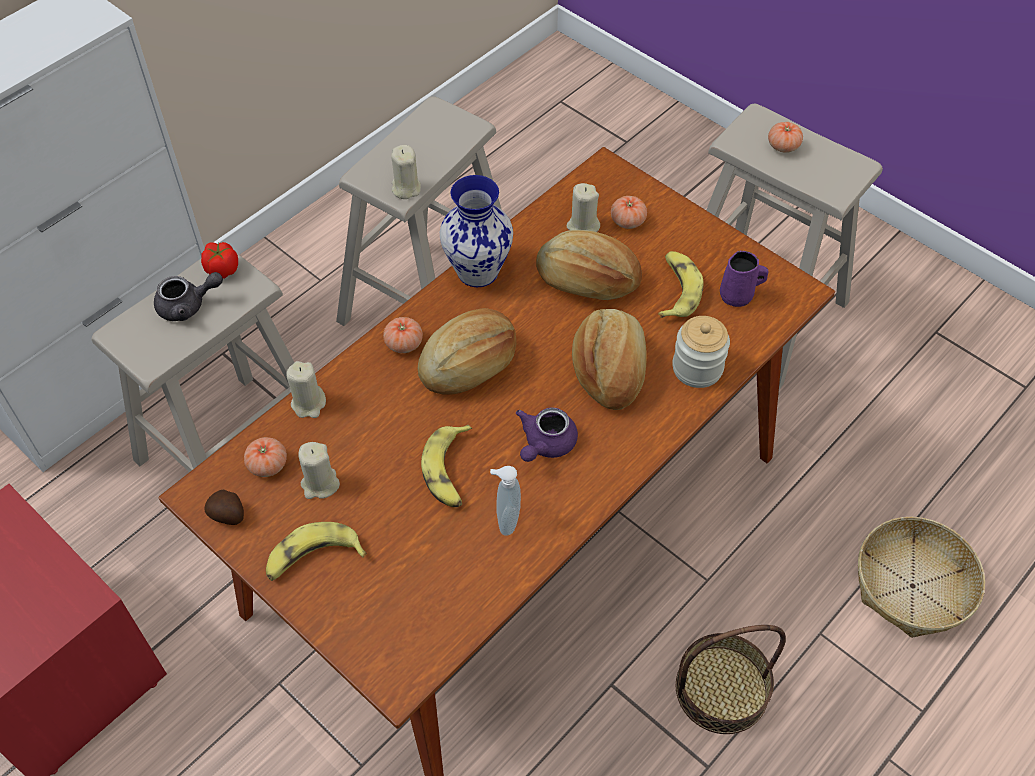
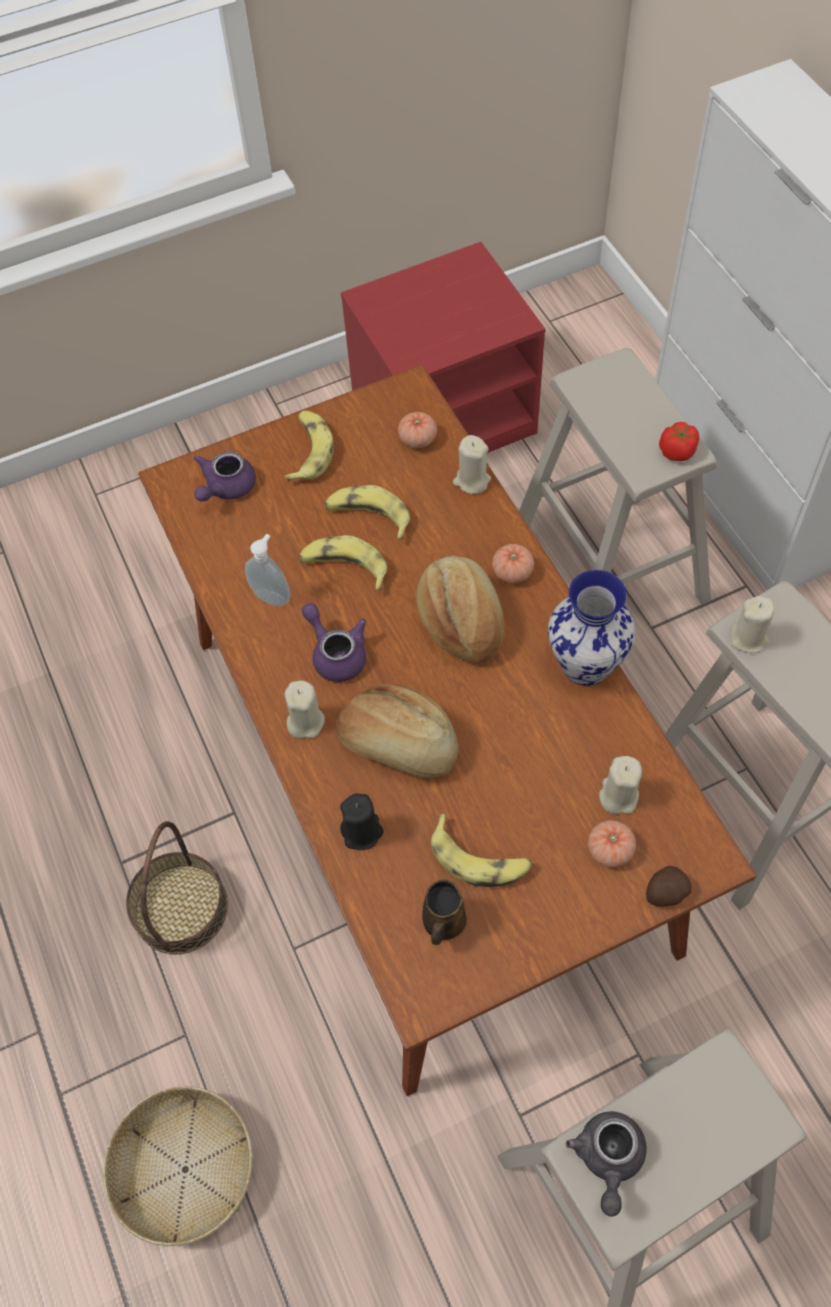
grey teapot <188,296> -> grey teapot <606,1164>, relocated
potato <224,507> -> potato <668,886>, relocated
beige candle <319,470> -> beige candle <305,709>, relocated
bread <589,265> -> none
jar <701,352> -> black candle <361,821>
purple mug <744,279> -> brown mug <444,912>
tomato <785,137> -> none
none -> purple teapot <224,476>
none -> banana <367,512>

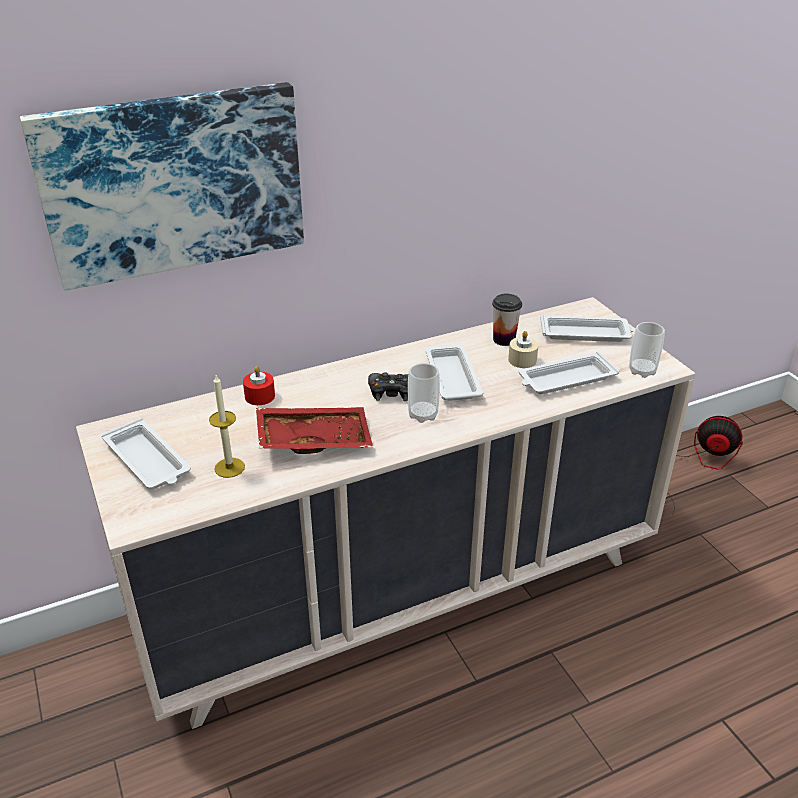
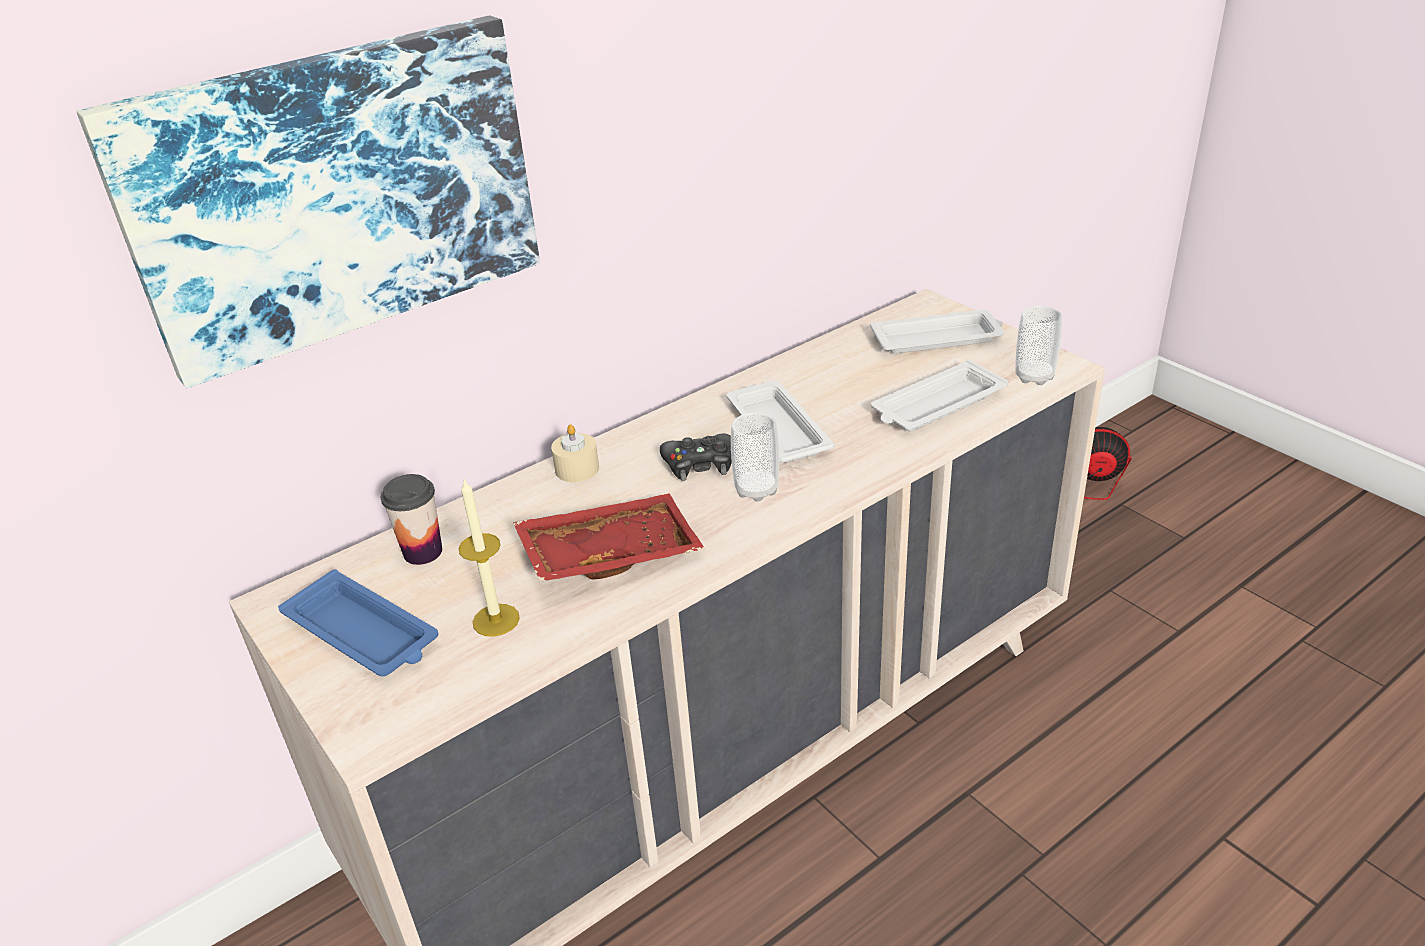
white tray <146,453> -> blue tray <358,622>
red candle <259,385> -> none
cup <507,320> -> cup <411,519>, relocated
beige candle <523,349> -> beige candle <575,453>, relocated

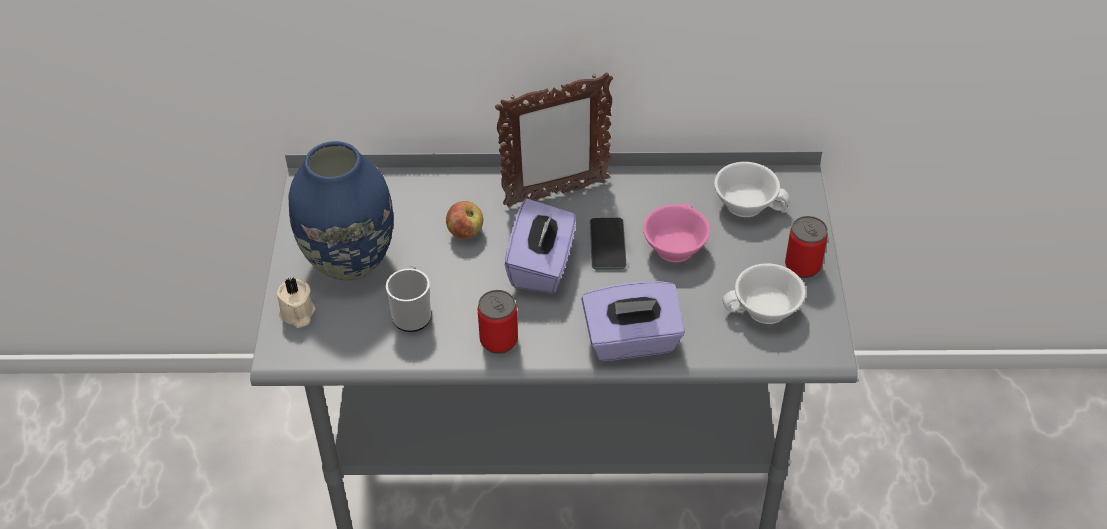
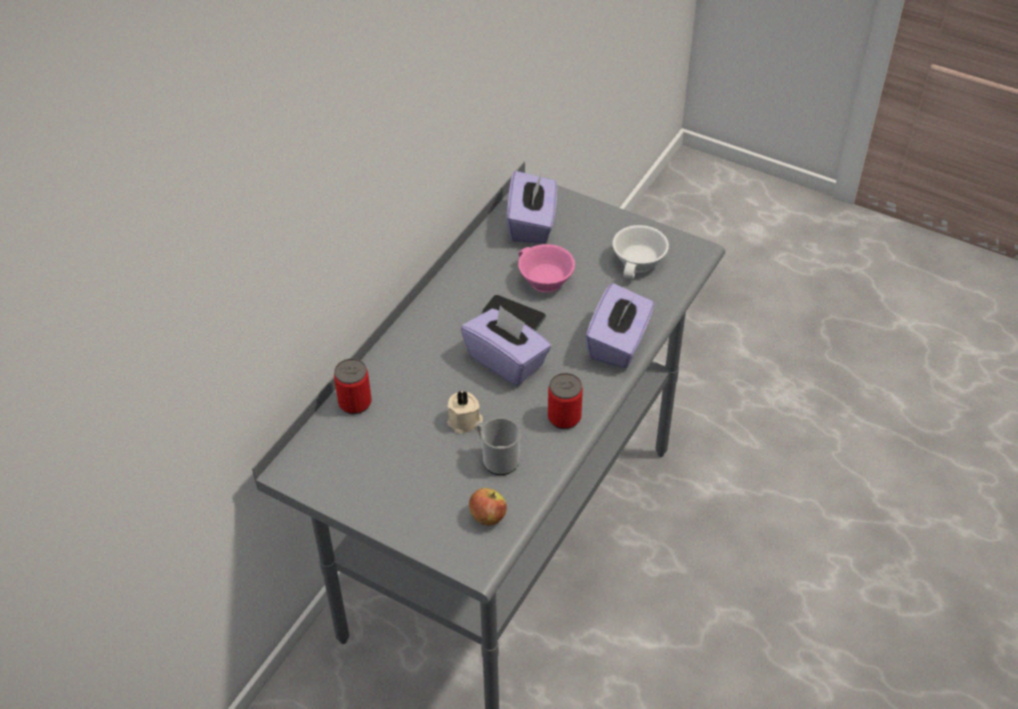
beige candle <296,302> -> beige candle <465,412>, relocated
blue vase <341,211> -> none
apple <464,220> -> apple <488,507>, relocated
picture frame <554,139> -> none
white cup <751,189> -> purple tissue box <532,207>
can <806,247> -> can <352,386>, relocated

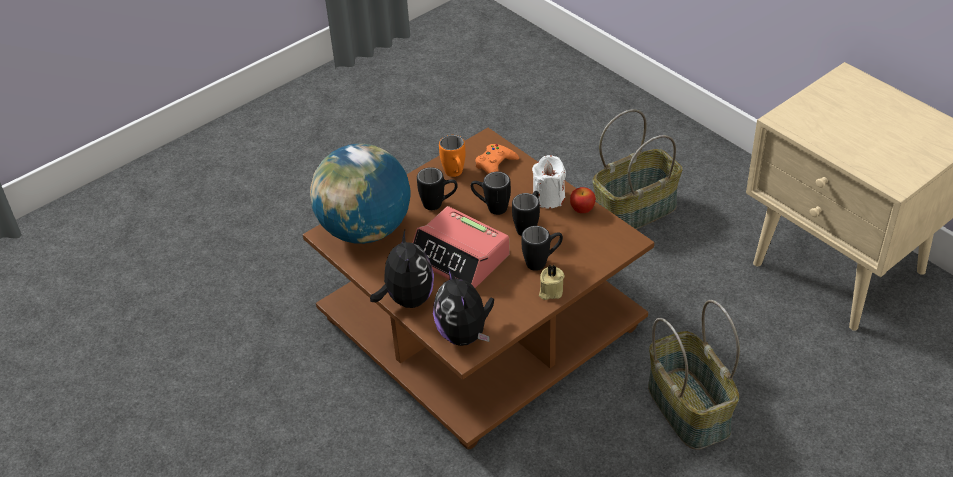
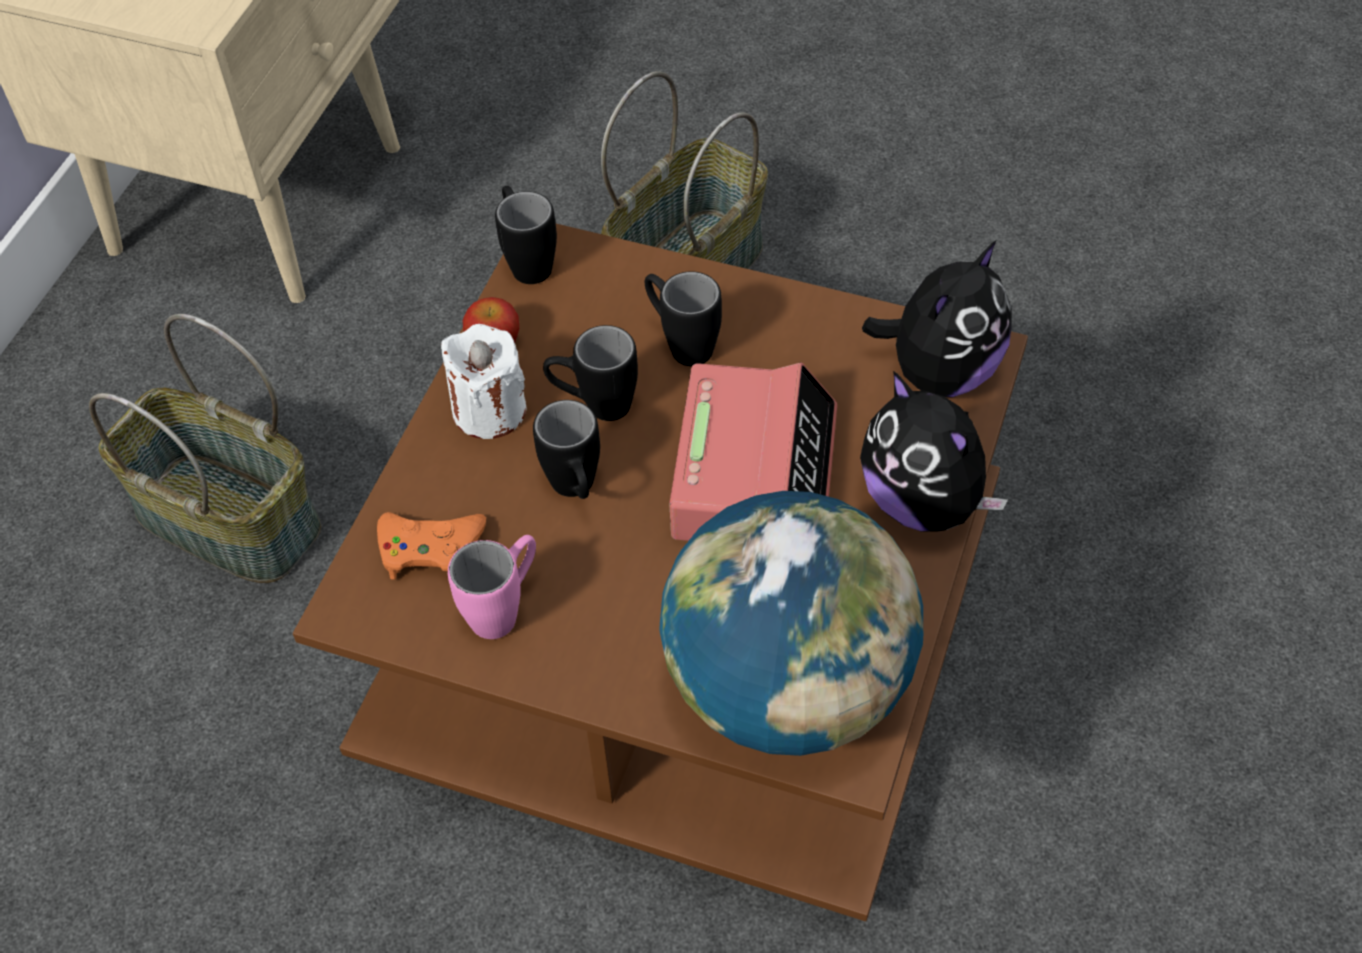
plush toy <402,269> -> plush toy <934,451>, 90 degrees counterclockwise
black mug <437,188> -> black mug <526,235>, relocated
orange mug <452,156> -> pink mug <492,587>
beige candle <551,282> -> none

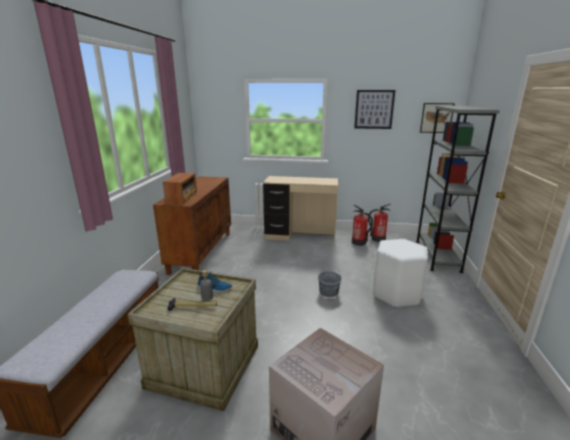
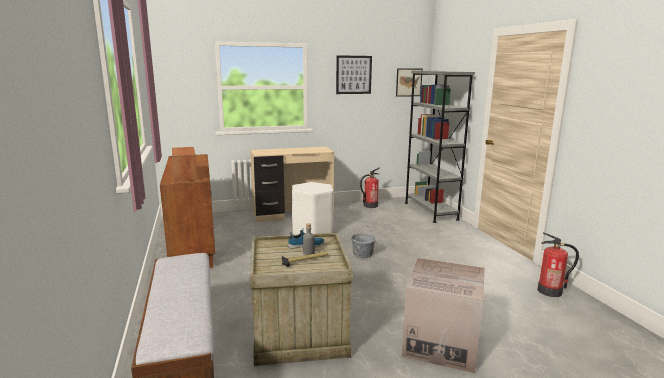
fire extinguisher <362,225> -> fire extinguisher <558,265>, relocated
white stool <400,273> -> white stool <312,208>, relocated

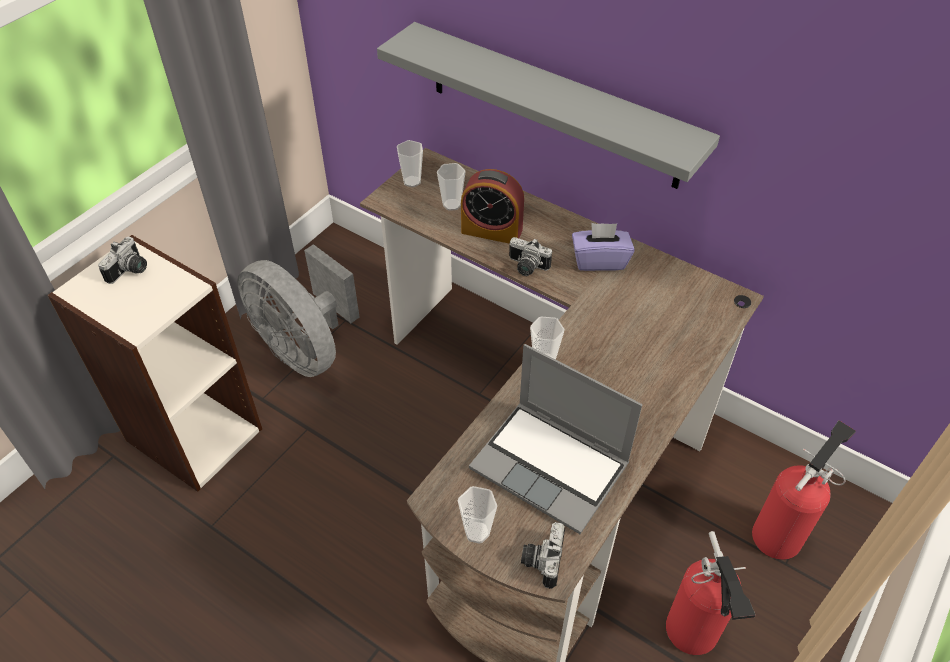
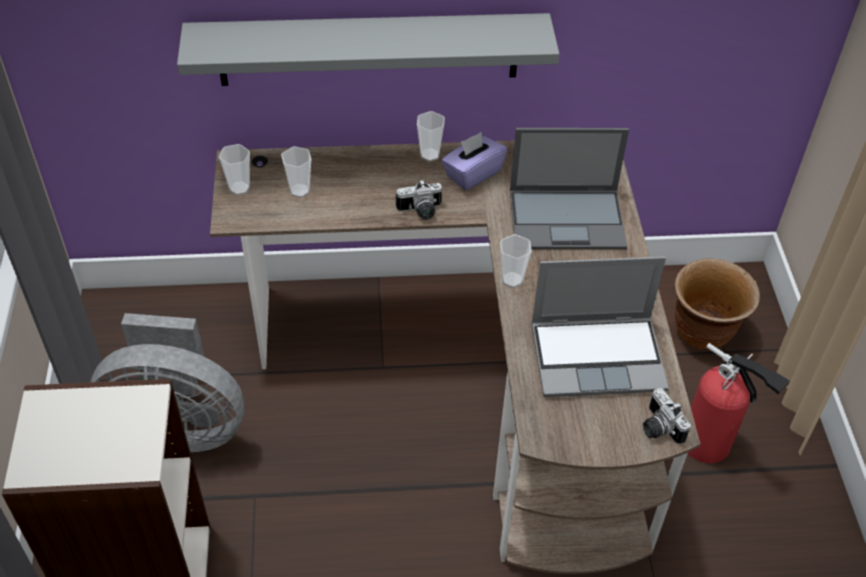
photo camera <122,260> -> none
cup <477,515> -> cup <431,136>, relocated
alarm clock <492,206> -> none
fire extinguisher <804,490> -> brown planter <717,303>
none -> laptop <569,188>

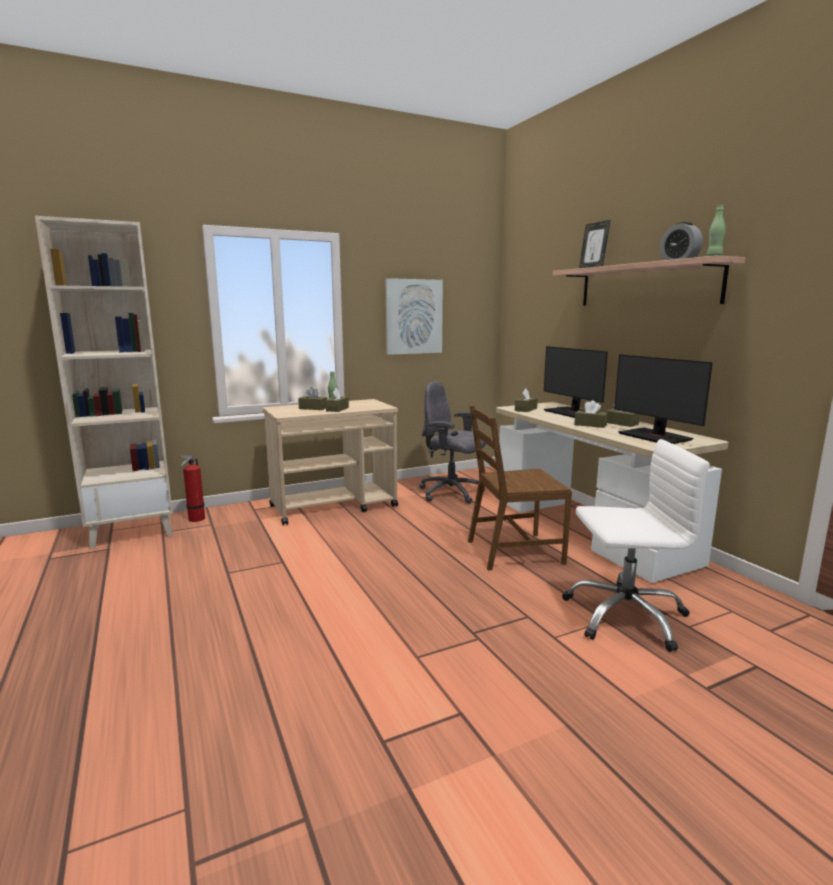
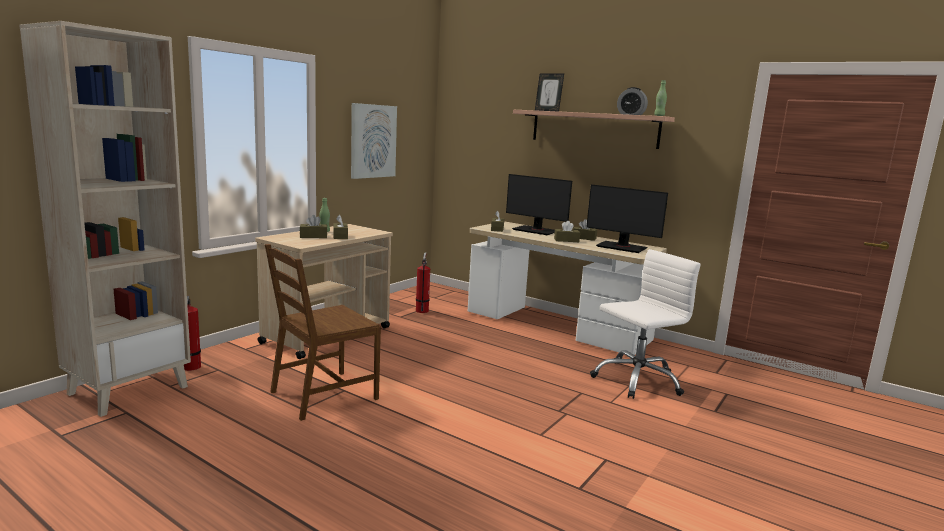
grey office chair <452,442> -> fire extinguisher <423,282>
brown chair <520,488> -> brown chair <323,332>, relocated

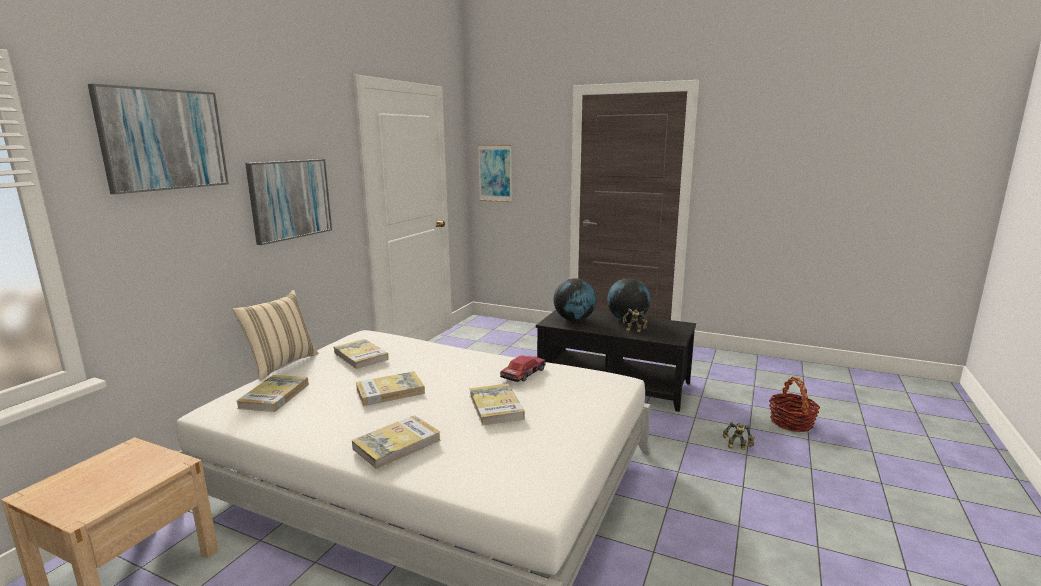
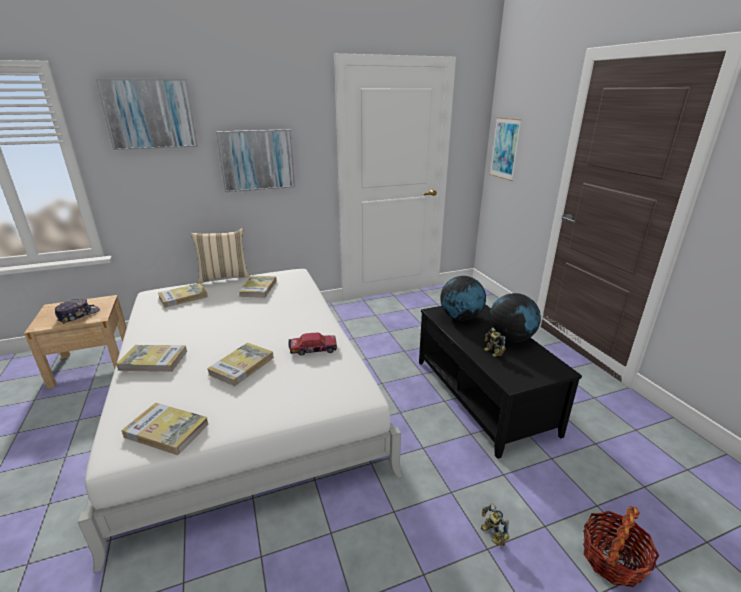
book <390,388> -> book <165,429>, relocated
none -> cap <77,311>

